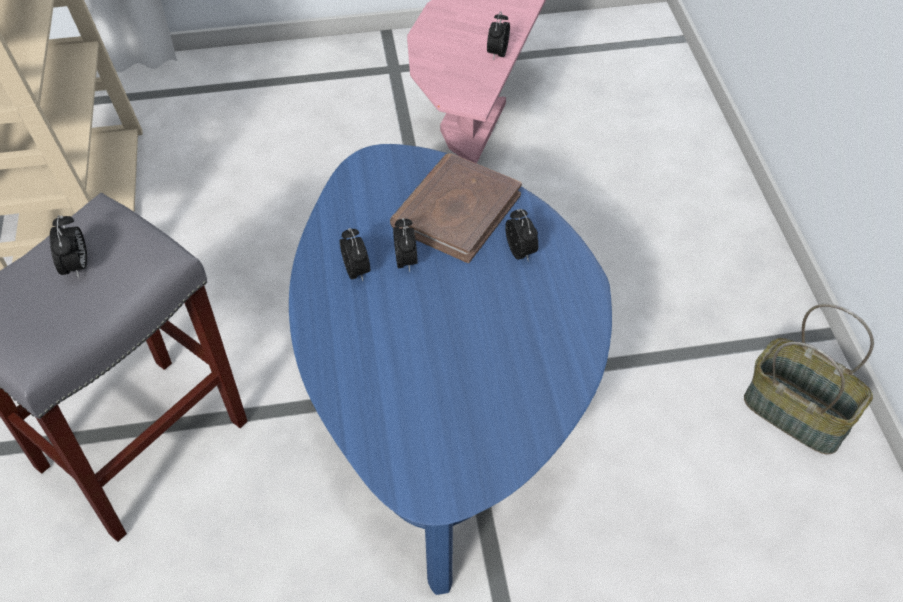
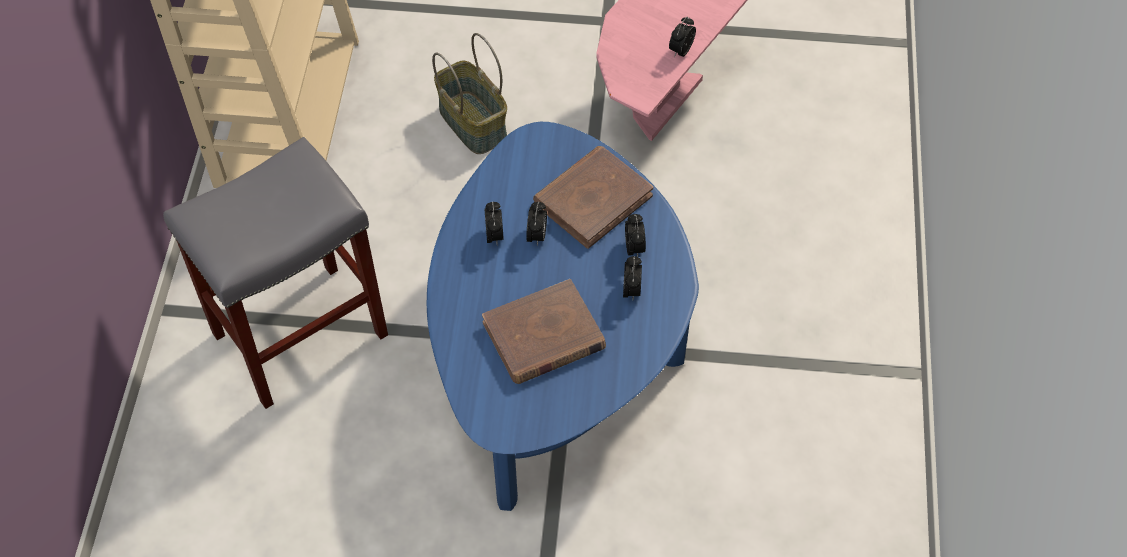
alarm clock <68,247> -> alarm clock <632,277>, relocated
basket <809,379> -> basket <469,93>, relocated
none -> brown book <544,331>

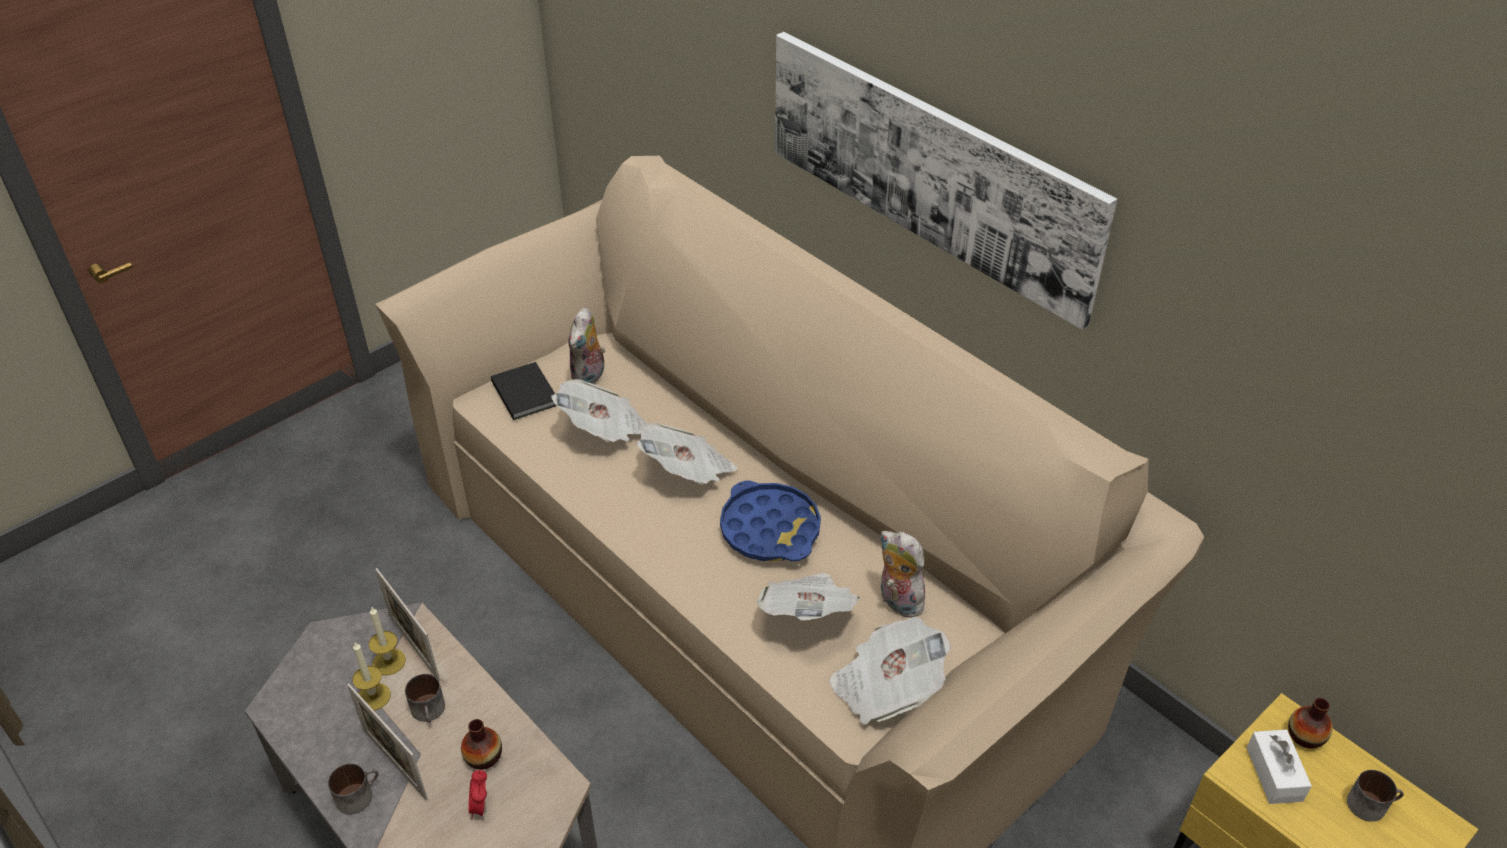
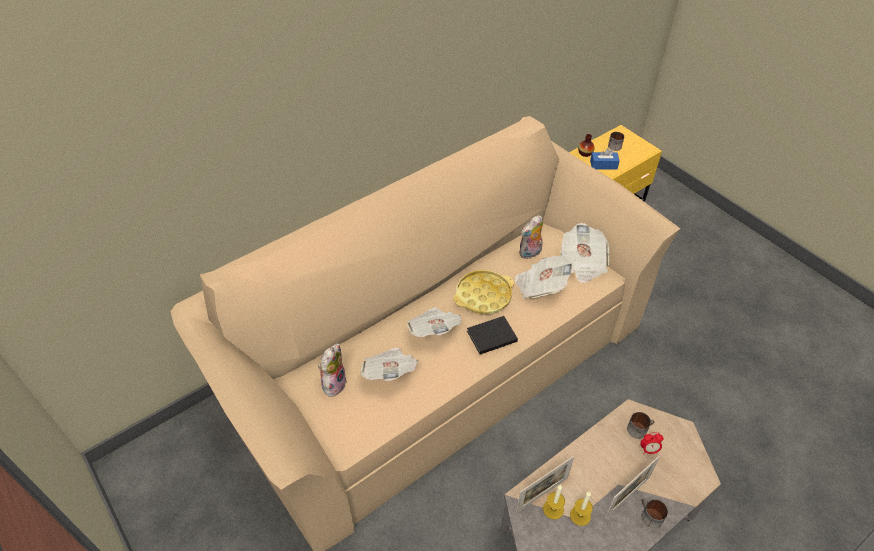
mug <425,698> -> mug <640,425>, relocated
vase <481,744> -> none
black book <523,391> -> black book <492,335>, relocated
plush toy <586,346> -> plush toy <332,370>, 90 degrees counterclockwise
blue tray <770,521> -> yellow tray <484,292>
picture <946,181> -> none
white tissue box <1279,766> -> blue tissue box <605,159>

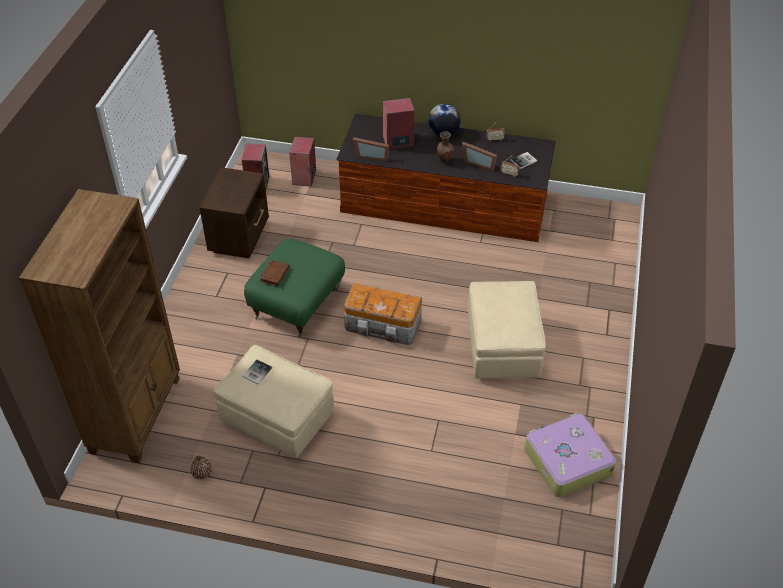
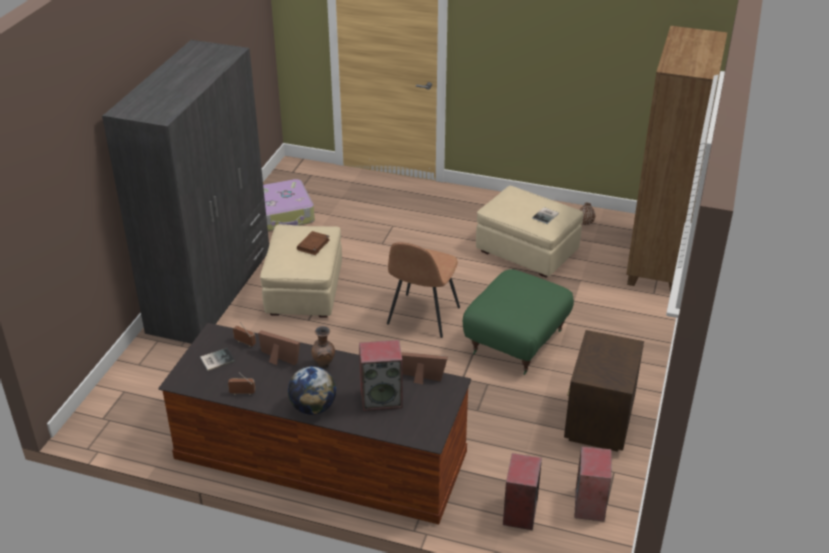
brown book <274,273> -> brown book <313,243>, relocated
storage box <383,313> -> brown chair <423,290>
none -> grey wardrobe <185,192>

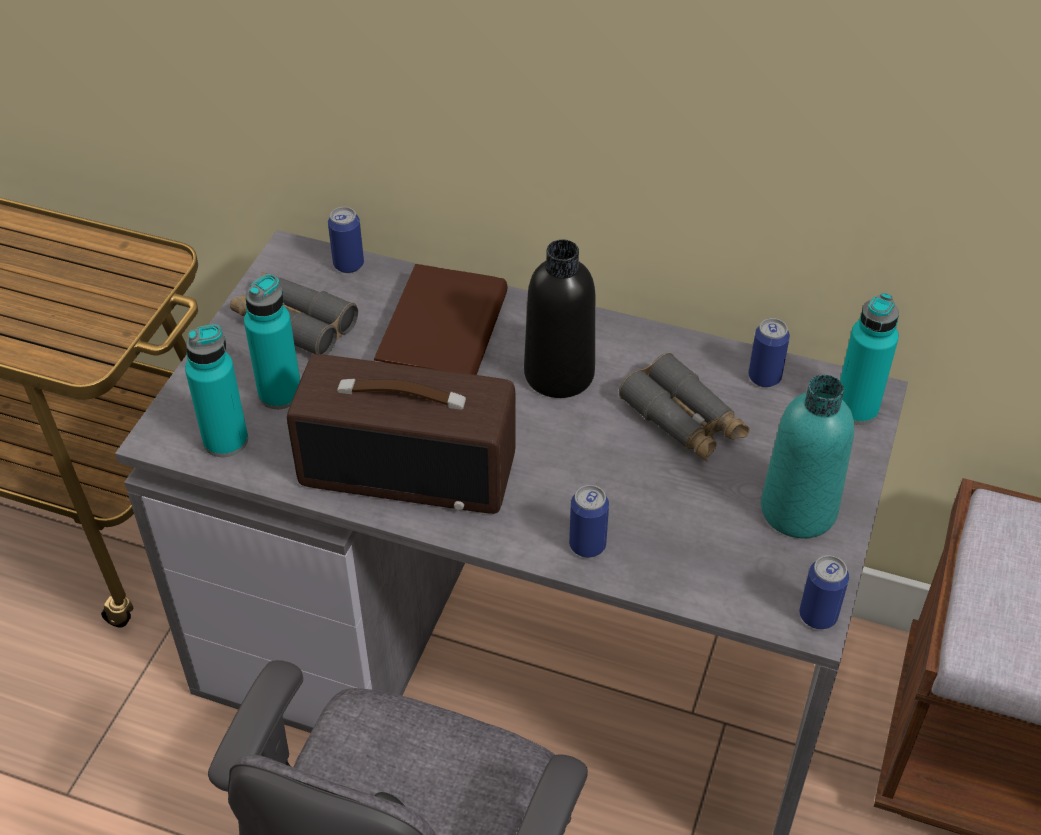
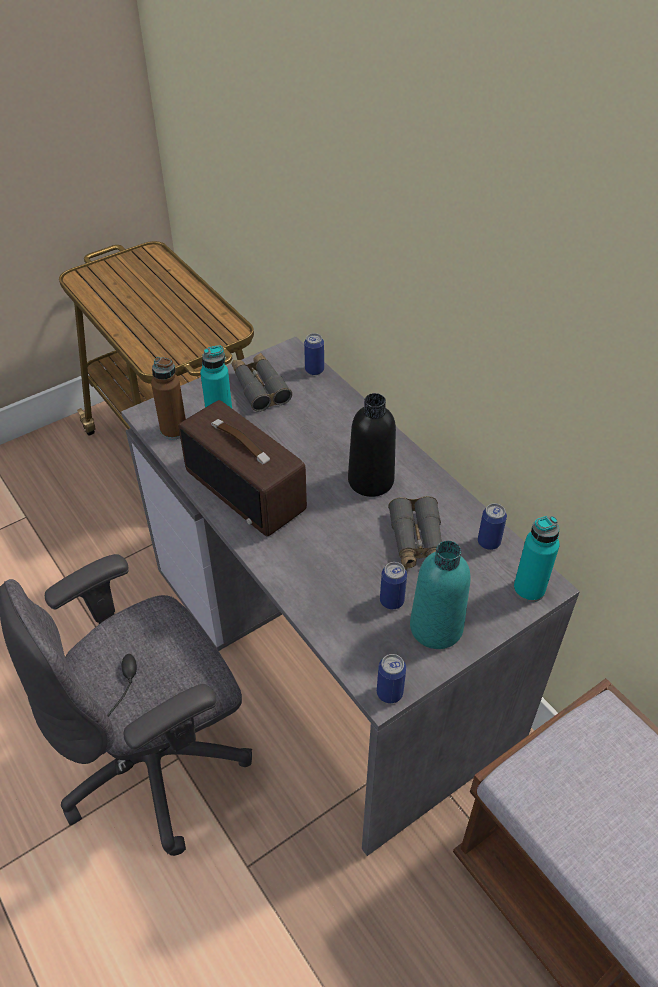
turquoise bottle <216,390> -> brown bottle <168,398>
brown book <440,319> -> none
can <589,521> -> can <393,585>, relocated

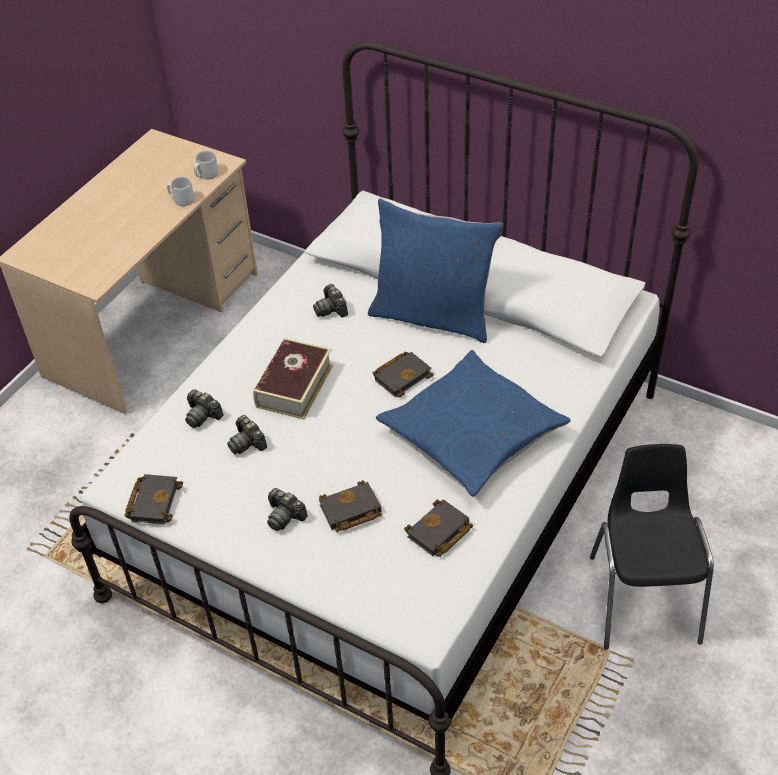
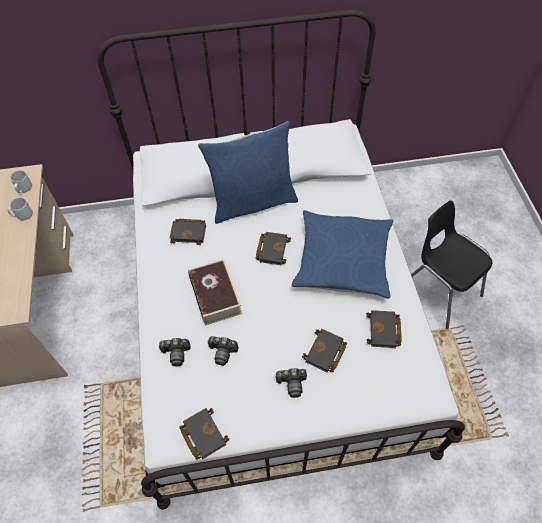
photo camera <330,300> -> black book <188,232>

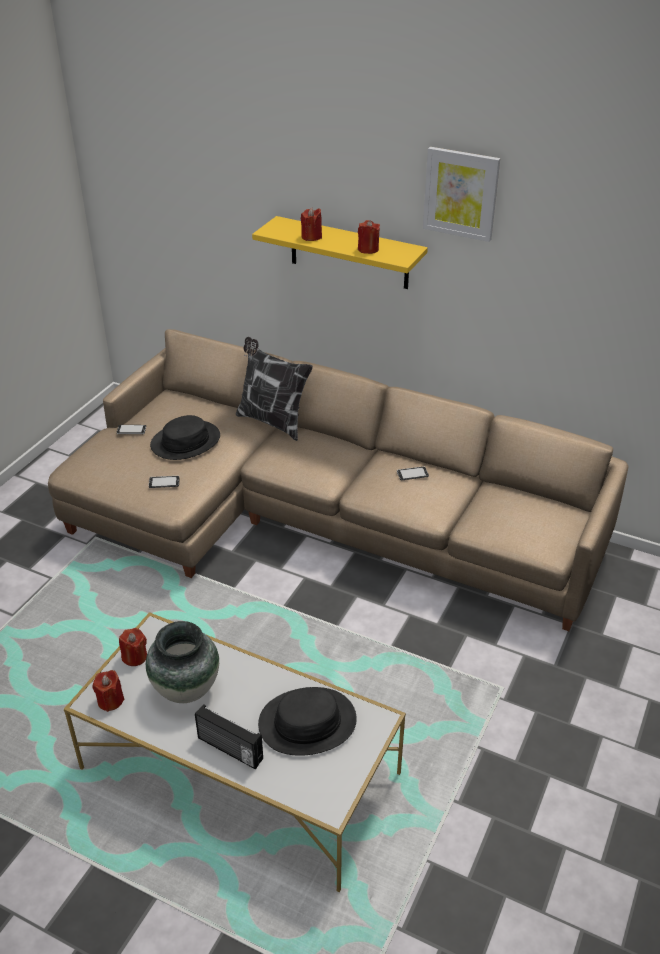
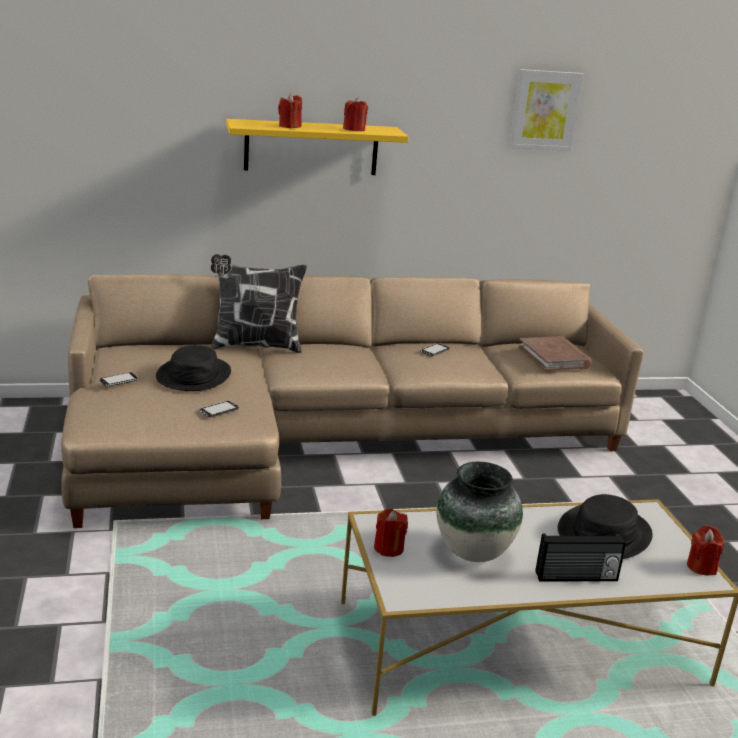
red candle <108,691> -> red candle <706,550>, relocated
picture <461,194> -> picture <546,110>, relocated
none -> brown book <555,353>

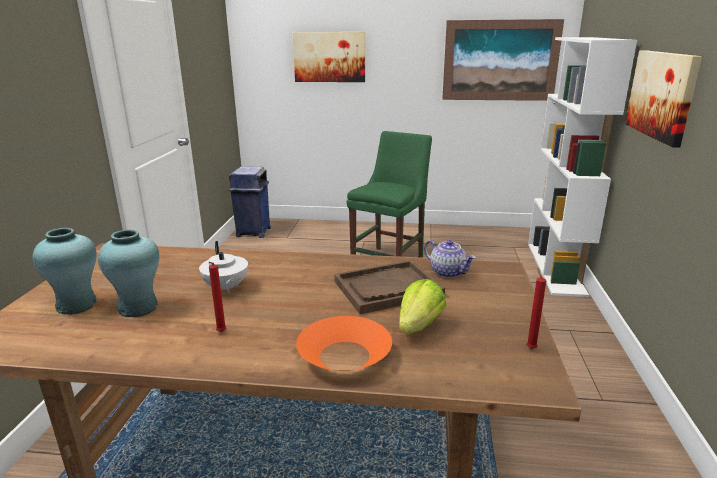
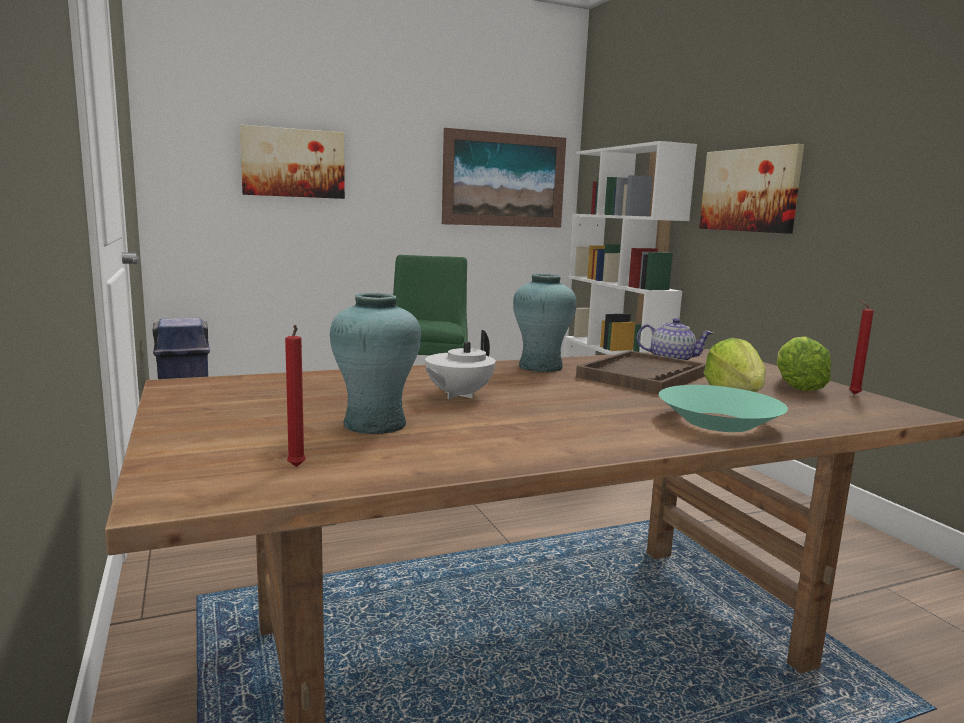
turquoise vase <64,271> -> turquoise vase <545,323>, relocated
white teapot <223,267> -> white teapot <460,364>, 90 degrees clockwise
red candle <218,297> -> red candle <295,396>, relocated
orange bowl <344,343> -> turquoise bowl <723,408>
none -> lettuce <804,363>

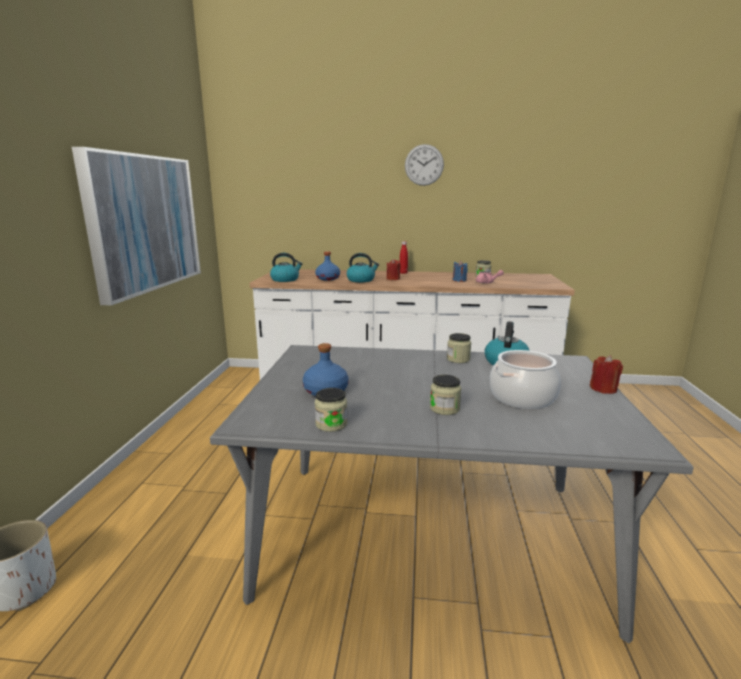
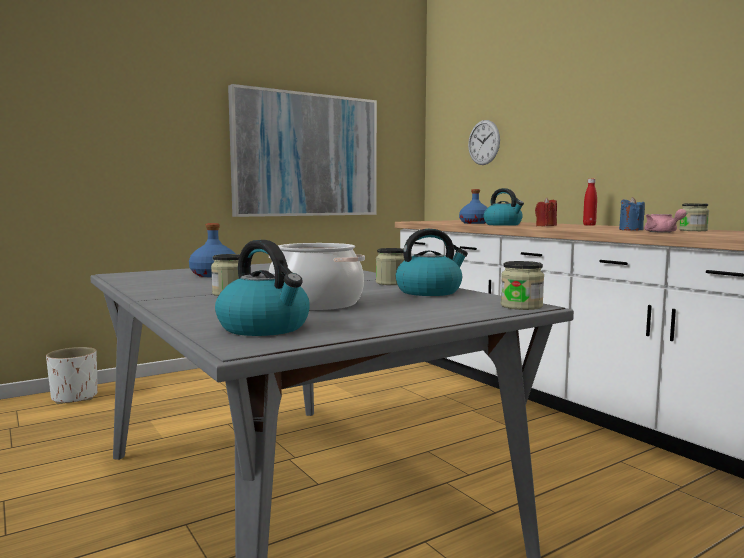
kettle <286,267> -> kettle <262,288>, relocated
jar <331,410> -> jar <522,285>, relocated
wall clock <424,165> -> wall clock <484,142>, relocated
red candle <606,374> -> none

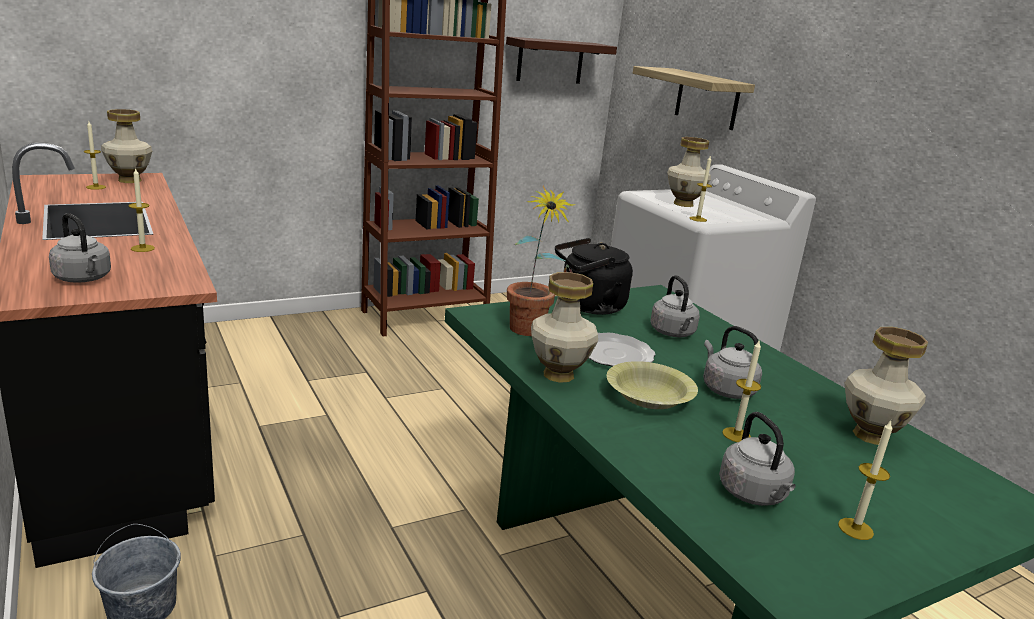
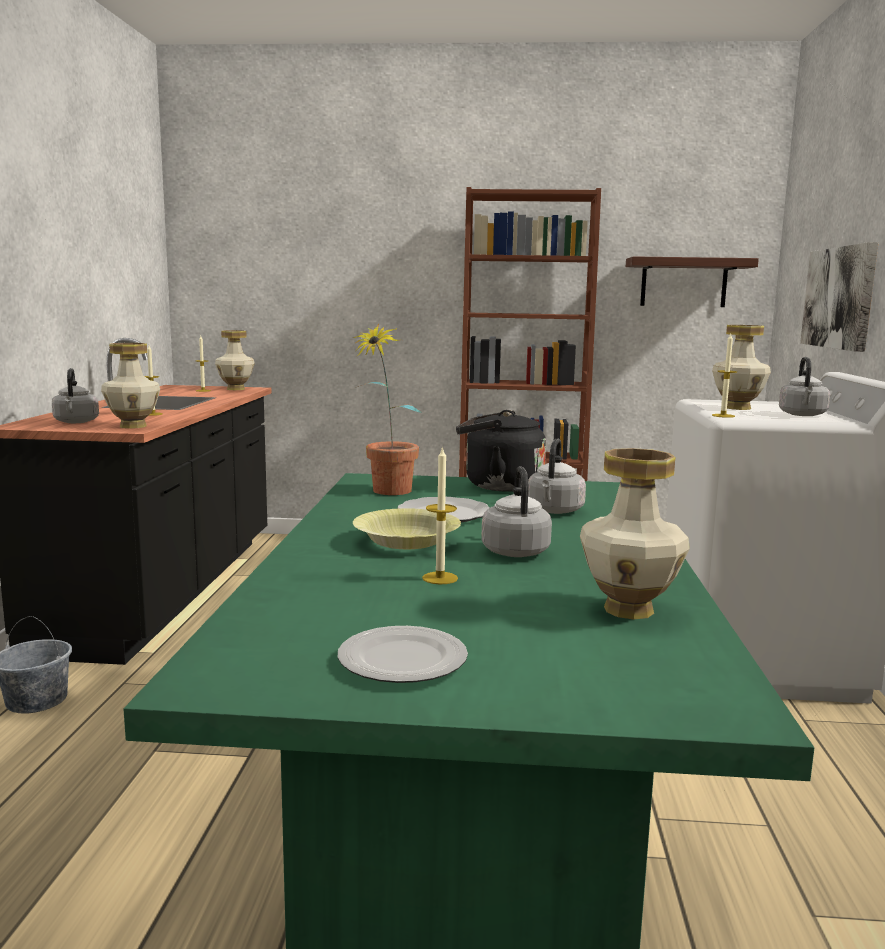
vase <564,327> -> vase <130,386>, relocated
shelf <694,98> -> picture <839,297>
grey kettle <757,459> -> grey kettle <804,386>, relocated
candle <865,480> -> plate <403,654>

